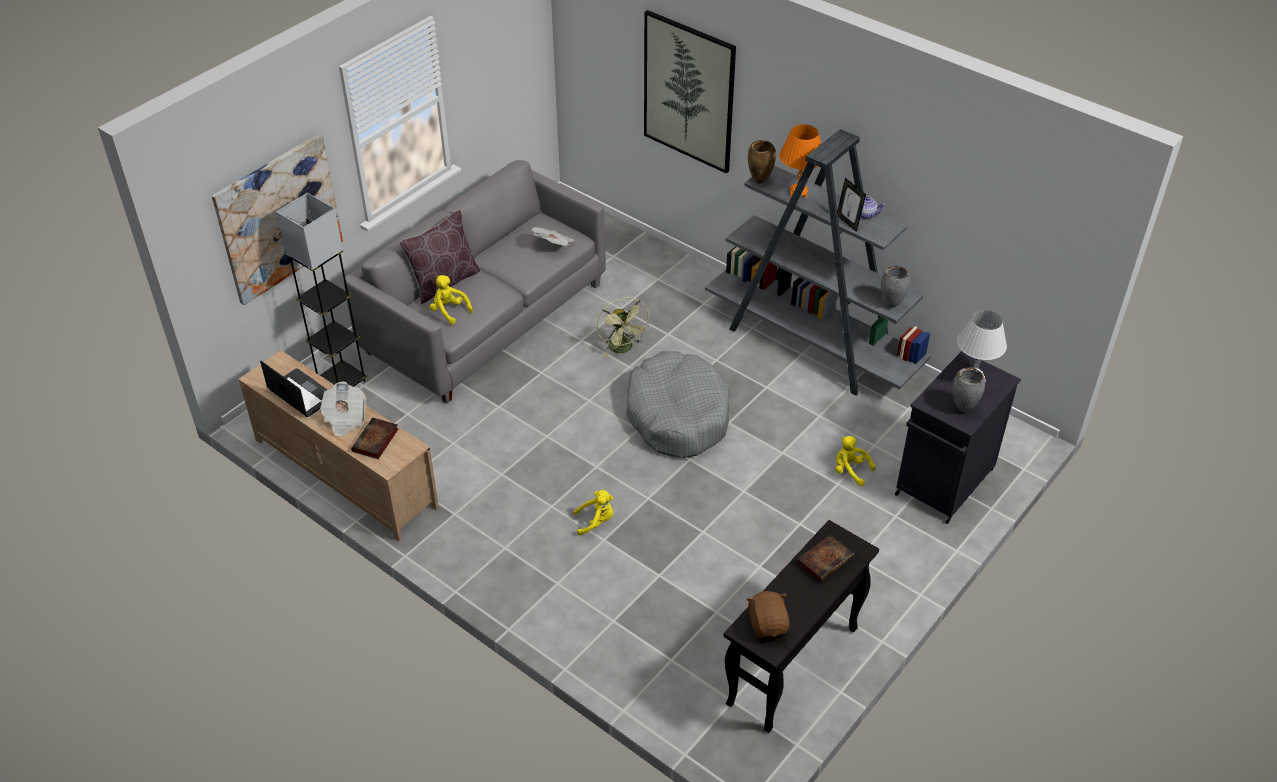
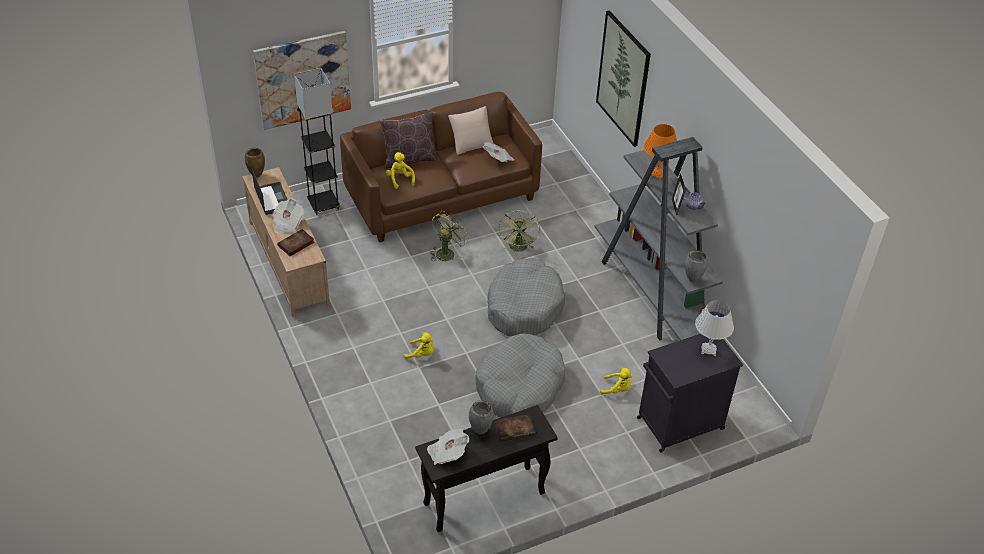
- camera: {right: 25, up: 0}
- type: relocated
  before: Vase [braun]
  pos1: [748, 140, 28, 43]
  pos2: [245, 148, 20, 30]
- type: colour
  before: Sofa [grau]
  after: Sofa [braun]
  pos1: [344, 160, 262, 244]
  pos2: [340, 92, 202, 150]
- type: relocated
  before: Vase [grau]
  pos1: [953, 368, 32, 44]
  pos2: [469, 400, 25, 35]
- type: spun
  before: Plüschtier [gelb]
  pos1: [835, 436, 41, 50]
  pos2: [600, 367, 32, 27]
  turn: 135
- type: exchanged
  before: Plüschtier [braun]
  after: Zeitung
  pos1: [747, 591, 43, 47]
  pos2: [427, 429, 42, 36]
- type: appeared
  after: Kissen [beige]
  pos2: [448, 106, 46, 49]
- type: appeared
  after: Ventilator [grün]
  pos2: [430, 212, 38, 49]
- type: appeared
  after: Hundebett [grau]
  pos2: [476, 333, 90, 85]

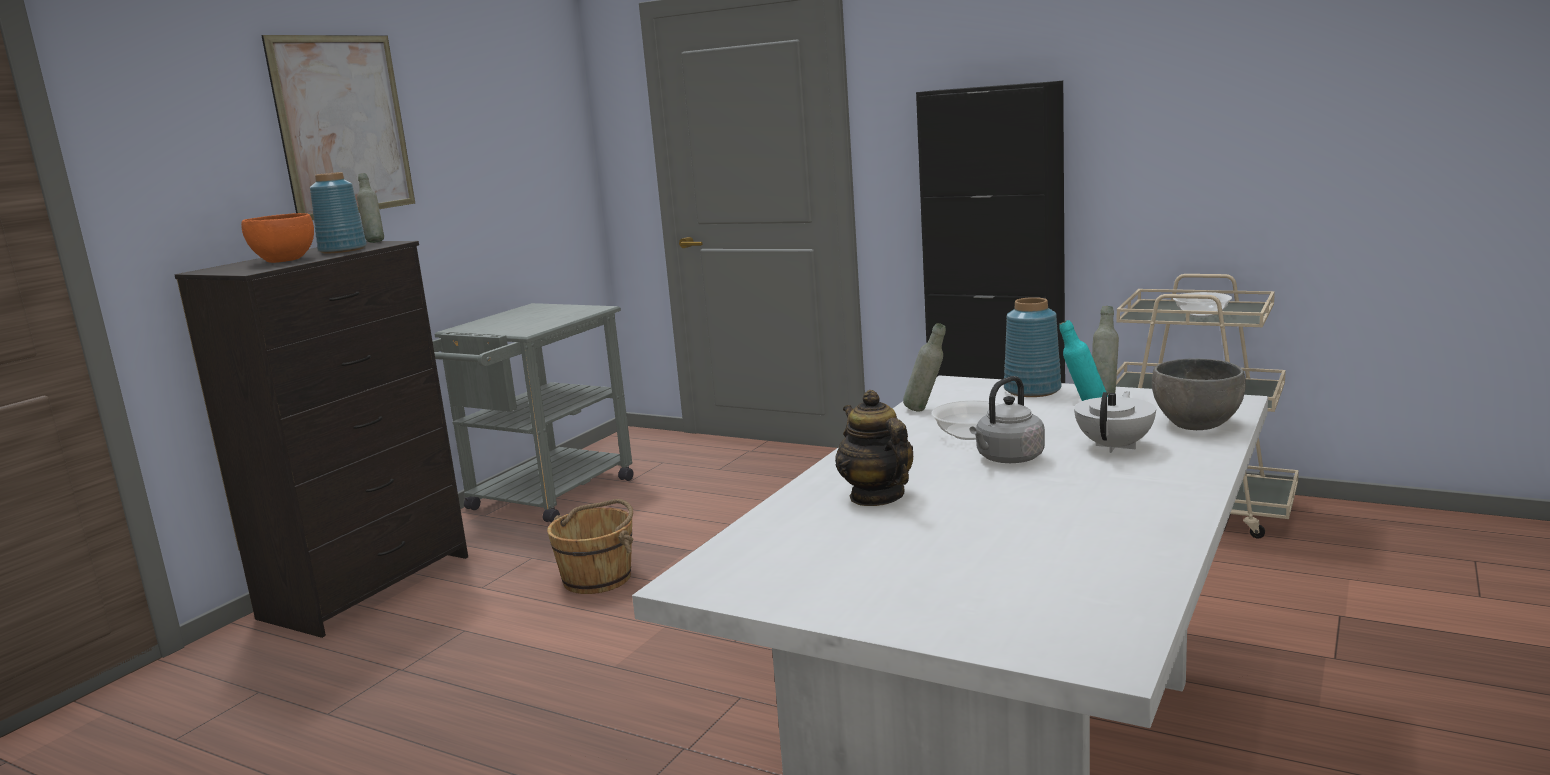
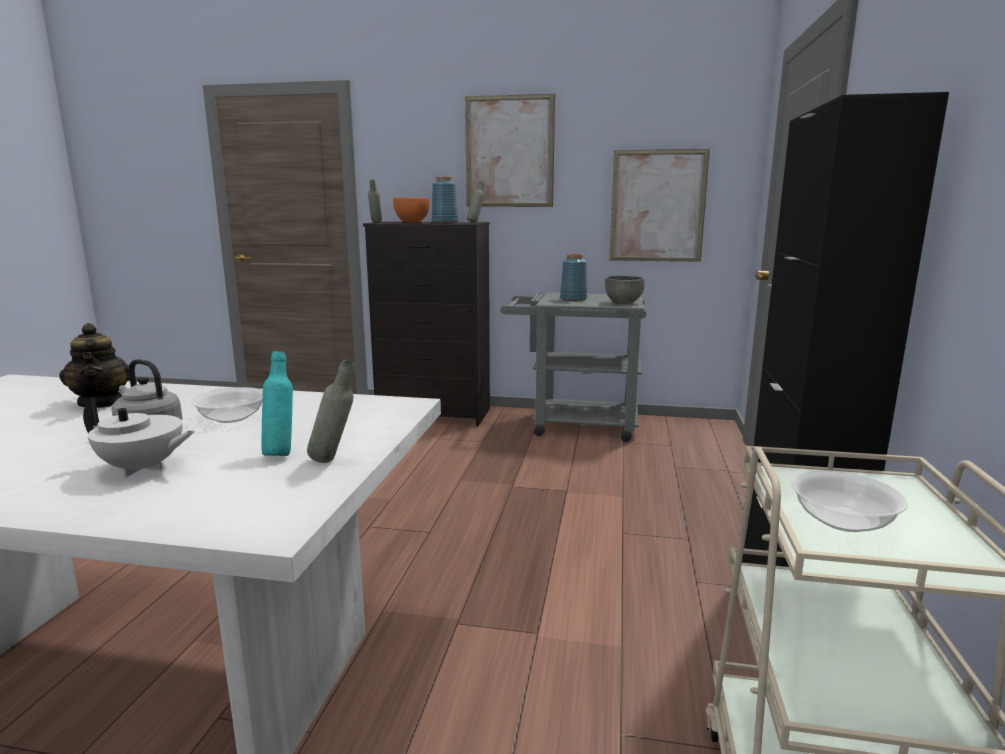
- camera: {right: 70, up: 0}
- type: relocated
  before: Vase [blau]
  pos1: [1004, 297, 57, 100]
  pos2: [560, 254, 27, 47]
- type: relocated
  before: Flasche [grau]
  pos1: [903, 323, 43, 89]
  pos2: [368, 179, 14, 44]
- type: relocated
  before: Schüssel [grau]
  pos1: [1152, 358, 94, 72]
  pos2: [605, 275, 40, 29]
- type: spun
  before: Teekanne
  pos1: [835, 390, 79, 116]
  pos2: [59, 323, 70, 85]
  turn: 105
- type: missing
  before: Eimer [braun]
  pos1: [547, 499, 86, 95]
- type: appeared
  after: Bild
  pos2: [609, 149, 101, 113]

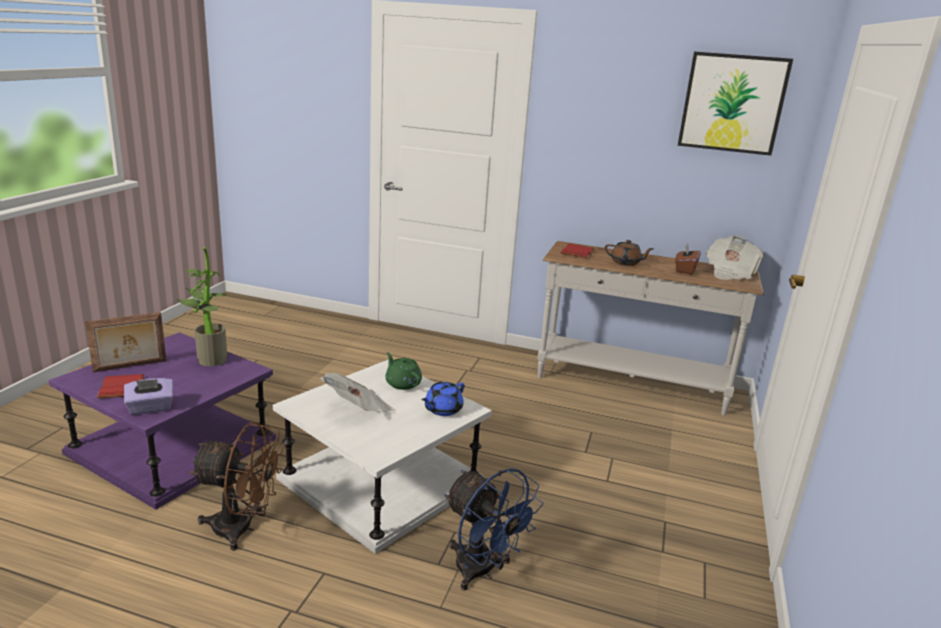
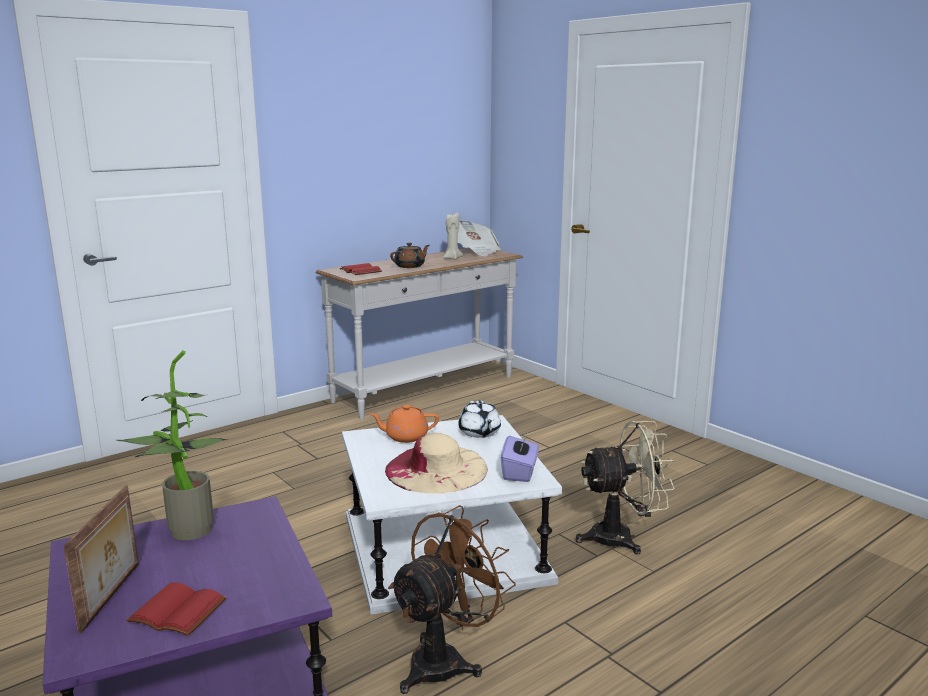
- camera: {right: -55, up: -5}
- type: missing
  before: Bild
  pos1: [678, 52, 115, 104]
- type: exchanged
  before: Taschentuchbox [braun]
  after: Kerze [beige]
  pos1: [675, 244, 26, 31]
  pos2: [443, 213, 20, 47]
- type: colour
  before: Teekanne [grün]
  after: Teekanne [orange]
  pos1: [385, 352, 37, 38]
  pos2: [370, 405, 69, 38]
- type: exchanged
  before: Zeitung
  after: Hut [beige]
  pos1: [320, 373, 75, 40]
  pos2: [385, 433, 103, 61]
- type: relocated
  before: Taschentuchbox [lila]
  pos1: [124, 378, 49, 37]
  pos2: [501, 431, 38, 51]
- type: colour
  before: Teekanne [blau]
  after: Teekanne [weiß]
  pos1: [421, 382, 44, 34]
  pos2: [458, 400, 43, 38]
- type: colour
  before: Ventilator [blau]
  after: Ventilator [beige]
  pos1: [445, 468, 99, 123]
  pos2: [576, 421, 99, 134]

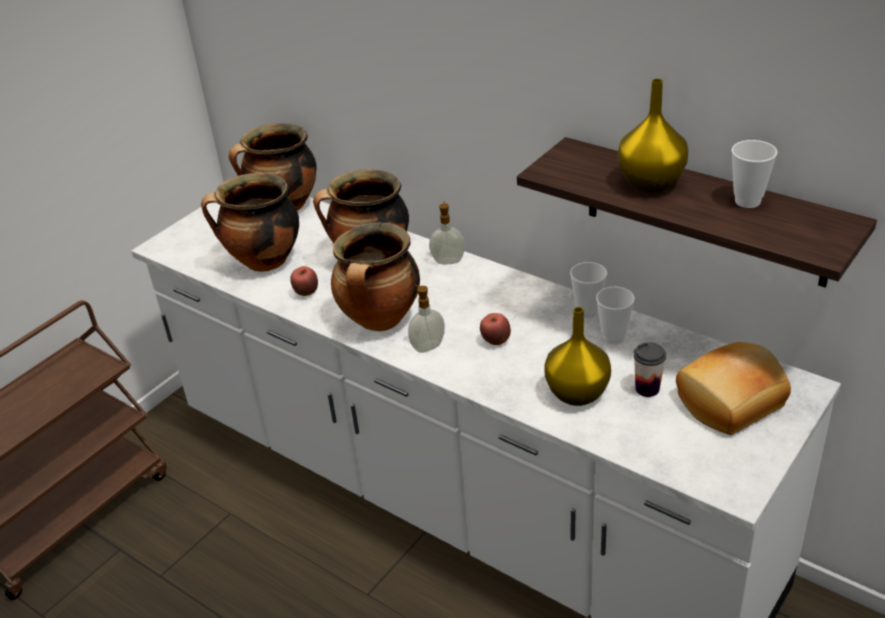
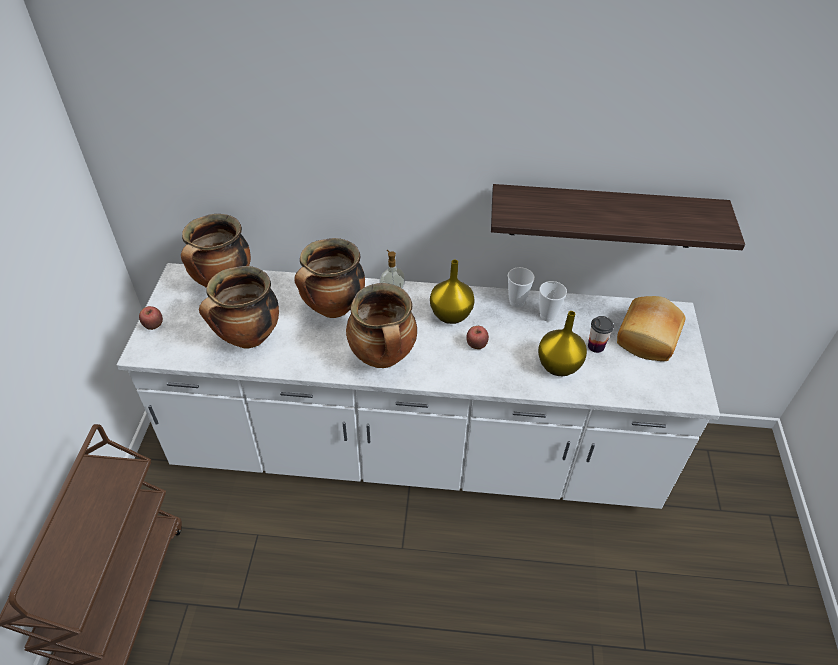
- camera: {right: -35, up: 10}
- type: relocated
  before: Vase [gelb]
  pos1: [618, 79, 70, 114]
  pos2: [430, 260, 45, 64]
- type: missing
  before: Tasse
  pos1: [731, 140, 46, 68]
- type: relocated
  before: Apfel
  pos1: [290, 266, 28, 30]
  pos2: [139, 306, 24, 24]
- type: missing
  before: Seifenspender
  pos1: [408, 285, 37, 68]

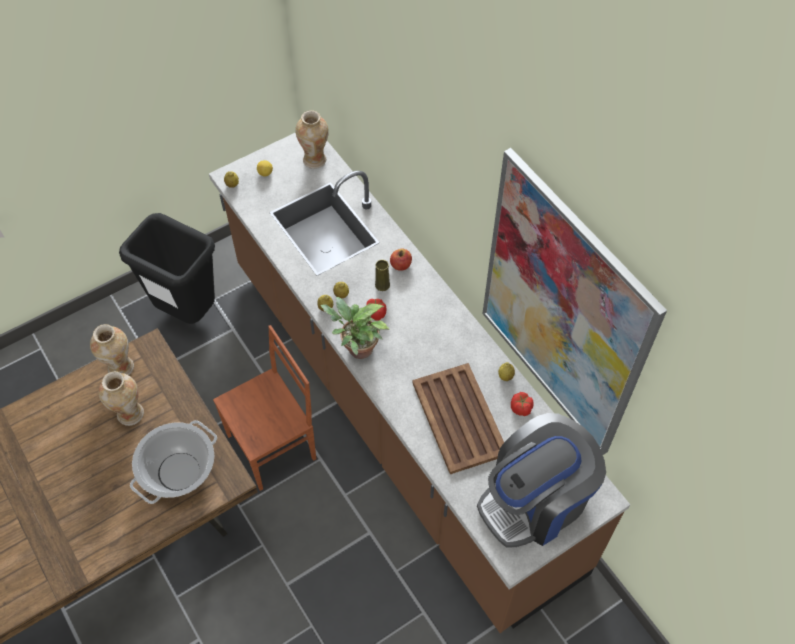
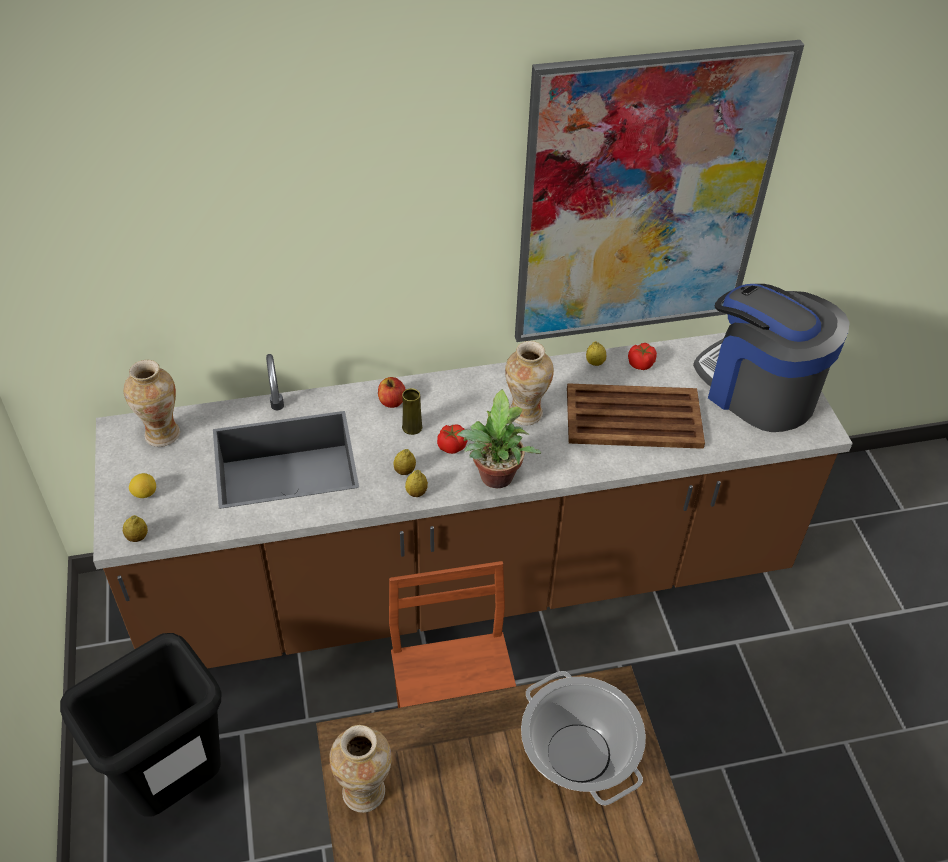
- camera: {right: -70, up: -10}
- type: relocated
  before: Vase
  pos1: [99, 371, 45, 55]
  pos2: [505, 341, 49, 84]
- type: spun
  before: Kaffeemaschine
  pos1: [477, 413, 129, 135]
  pos2: [693, 284, 157, 148]
  turn: 150

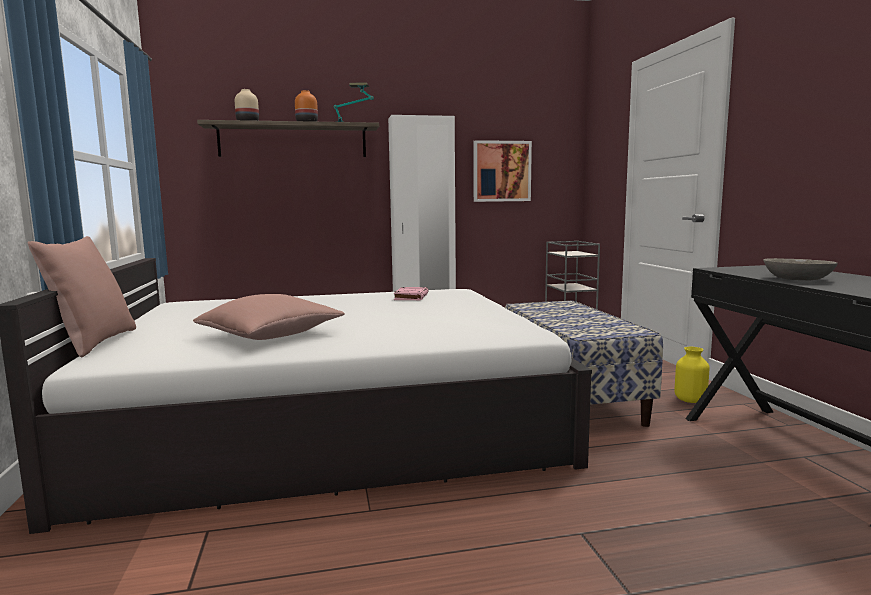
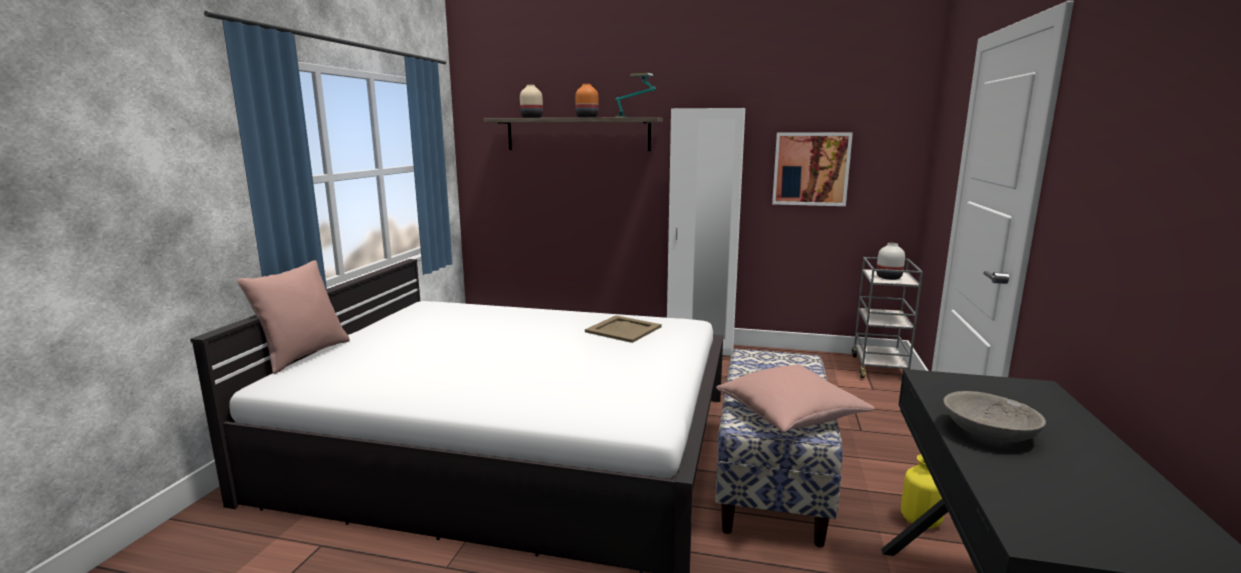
- camera: {right: 25, up: 5}
- type: exchanged
  before: Buch [rosa]
  after: Tablett [beige]
  pos1: [394, 287, 34, 13]
  pos2: [585, 315, 77, 28]
- type: relocated
  before: Kissen [rosa]
  pos1: [193, 294, 152, 46]
  pos2: [716, 365, 159, 67]
- type: appeared
  after: Vase [weiß]
  pos2: [876, 243, 29, 37]

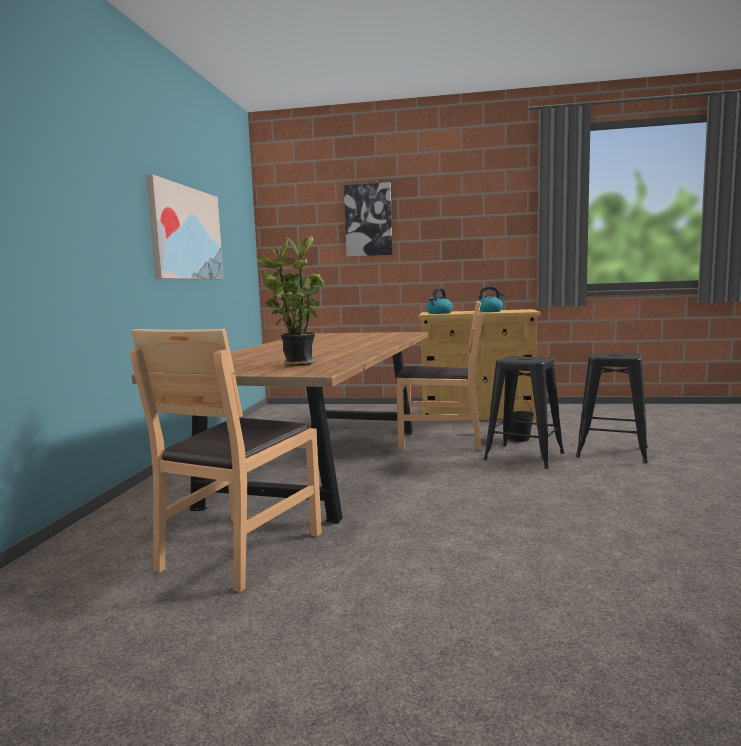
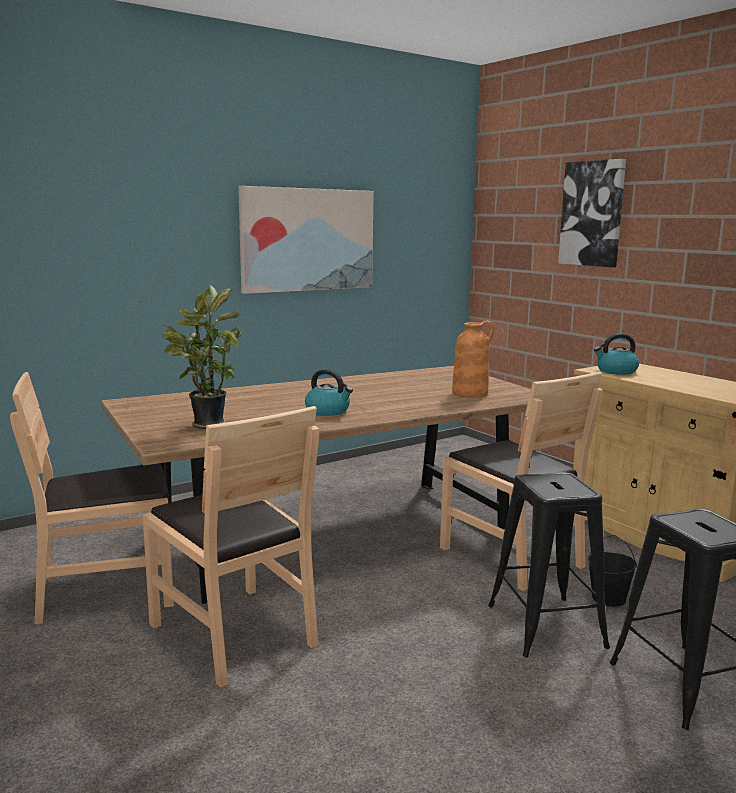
- camera: {right: 45, up: 5}
- type: relocated
  before: Wasserkessel
  pos1: [478, 286, 27, 26]
  pos2: [305, 369, 48, 47]
- type: appeared
  after: Vase [orange]
  pos2: [452, 321, 42, 77]
- type: appeared
  after: Stuhl [braun]
  pos2: [143, 406, 176, 282]

